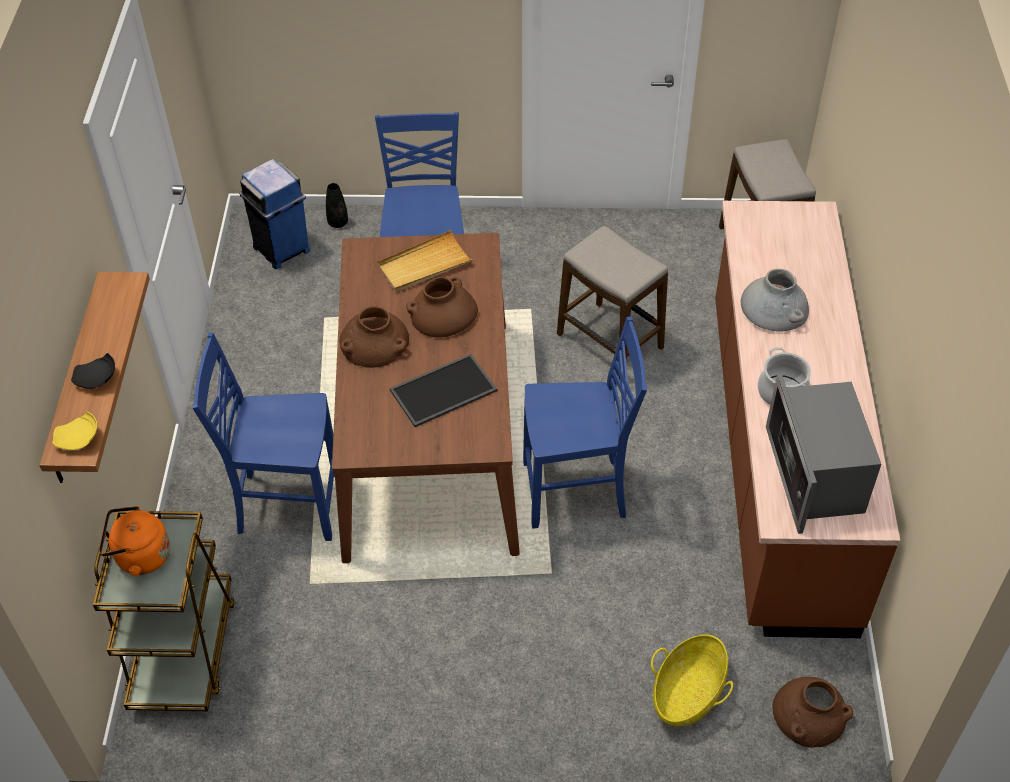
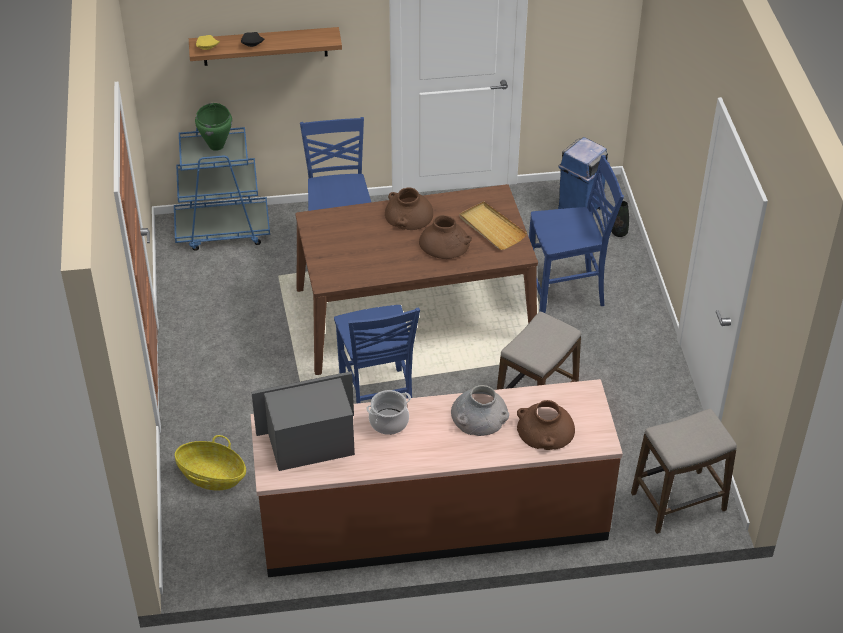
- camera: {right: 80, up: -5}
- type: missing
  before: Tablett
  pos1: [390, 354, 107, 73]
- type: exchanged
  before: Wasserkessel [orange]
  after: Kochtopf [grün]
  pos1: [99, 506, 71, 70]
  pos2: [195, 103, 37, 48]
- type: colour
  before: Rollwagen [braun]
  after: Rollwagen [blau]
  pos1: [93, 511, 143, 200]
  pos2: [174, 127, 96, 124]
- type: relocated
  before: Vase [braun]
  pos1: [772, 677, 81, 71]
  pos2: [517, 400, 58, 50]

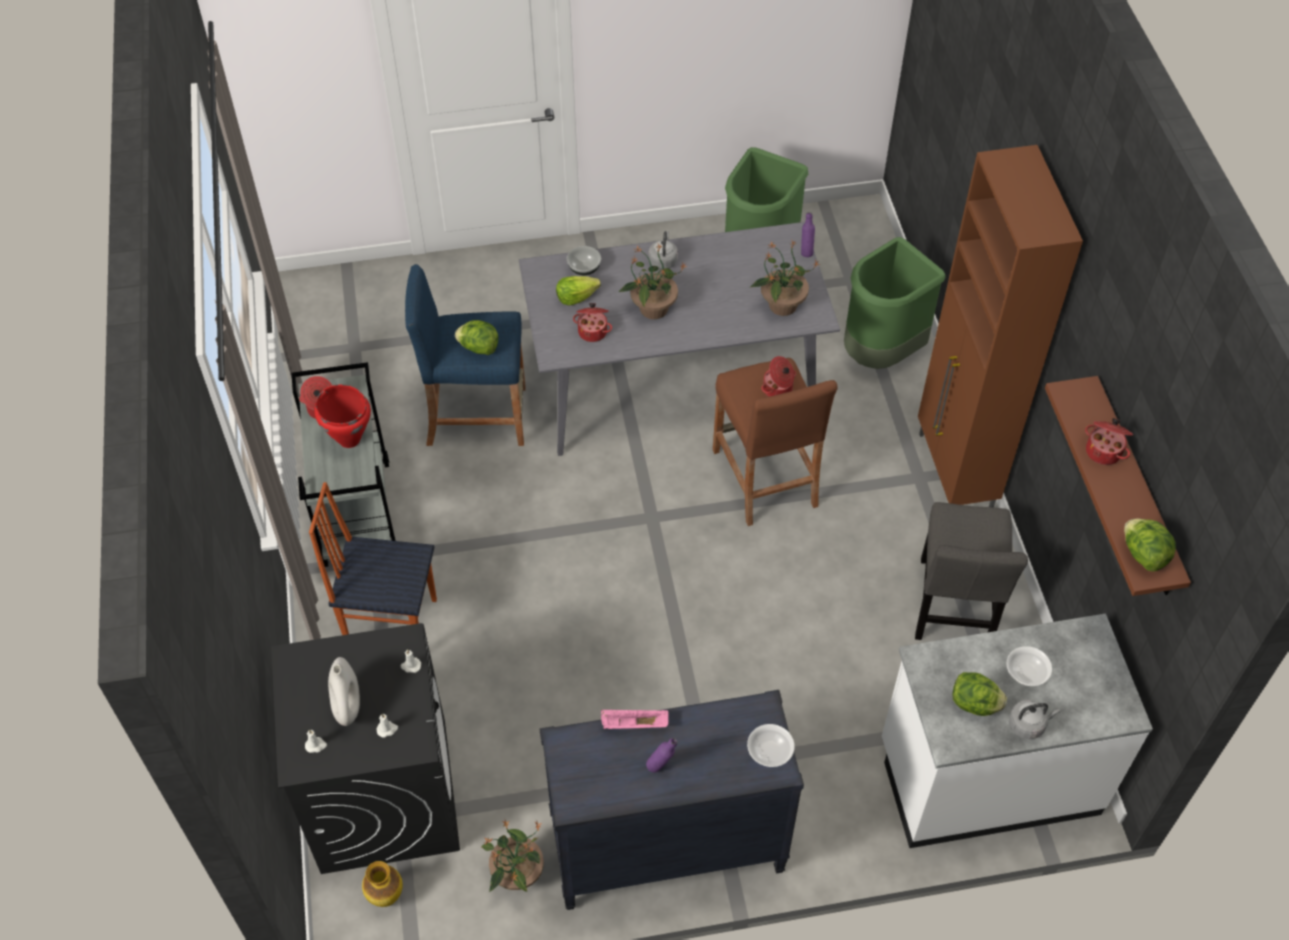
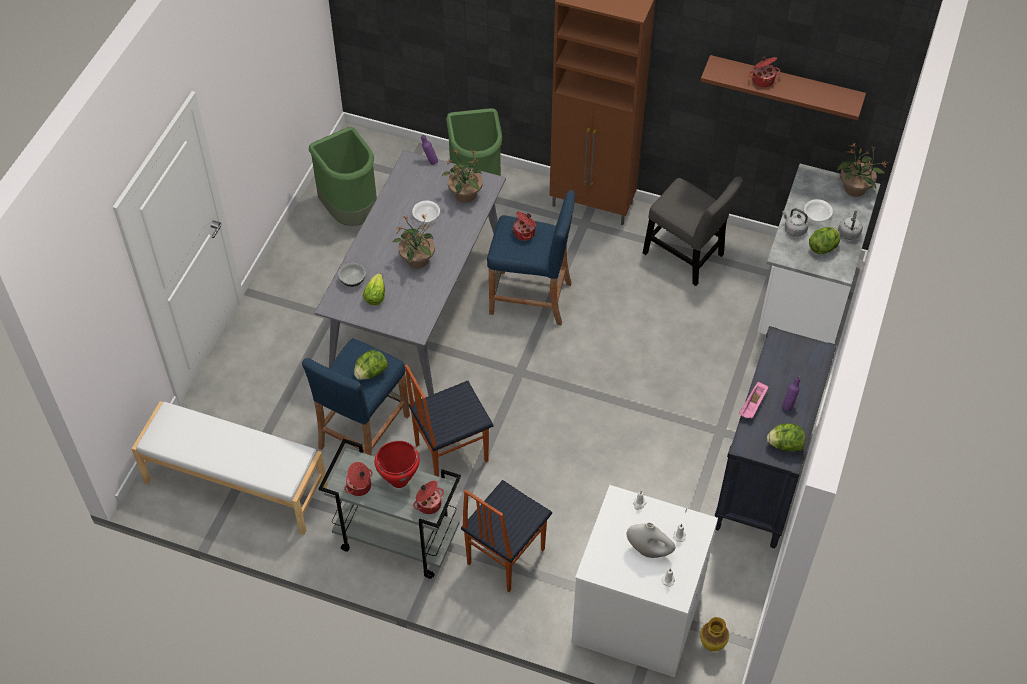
- camera: {right: -60, up: 0}
- type: relocated
  before: Wasserkessel [grau]
  pos1: [649, 231, 29, 38]
  pos2: [782, 208, 27, 29]
- type: relocated
  before: Kochtopf
  pos1: [573, 303, 39, 39]
  pos2: [413, 481, 31, 33]
- type: colour
  before: Hocker [braun]
  after: Hocker [blau]
  pos1: [713, 358, 125, 168]
  pos2: [487, 190, 88, 135]
- type: relocated
  before: Salatkopf
  pos1: [1124, 519, 52, 53]
  pos2: [767, 423, 38, 28]
- type: colour
  before: Waschmaschine [schwarz]
  after: Waschmaschine [weiß]
  pos1: [271, 623, 189, 251]
  pos2: [571, 485, 147, 192]
- type: relocated
  before: Schüssel
  pos1: [747, 724, 48, 43]
  pos2: [412, 201, 28, 22]
- type: relocated
  before: Topfpflanze
  pos1: [481, 818, 63, 74]
  pos2: [837, 142, 50, 55]
- type: appeared
  after: Stuhl
  pos2: [405, 365, 88, 112]
- type: appeared
  after: Bank [weiß]
  pos2: [132, 401, 196, 134]

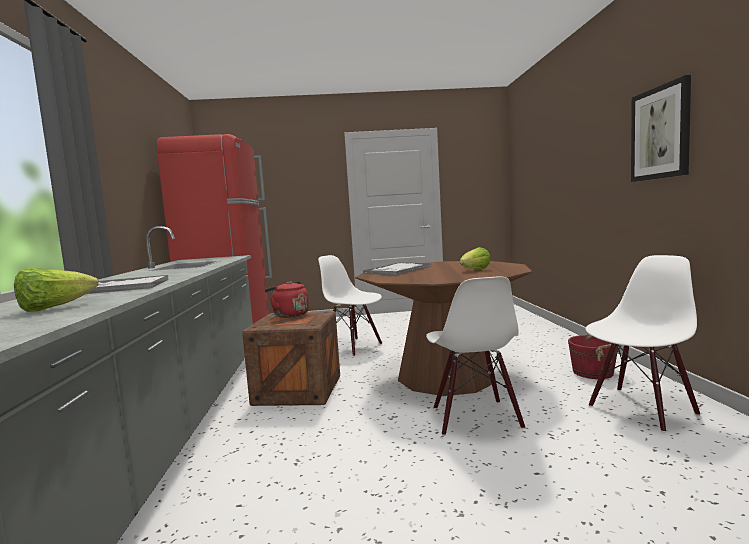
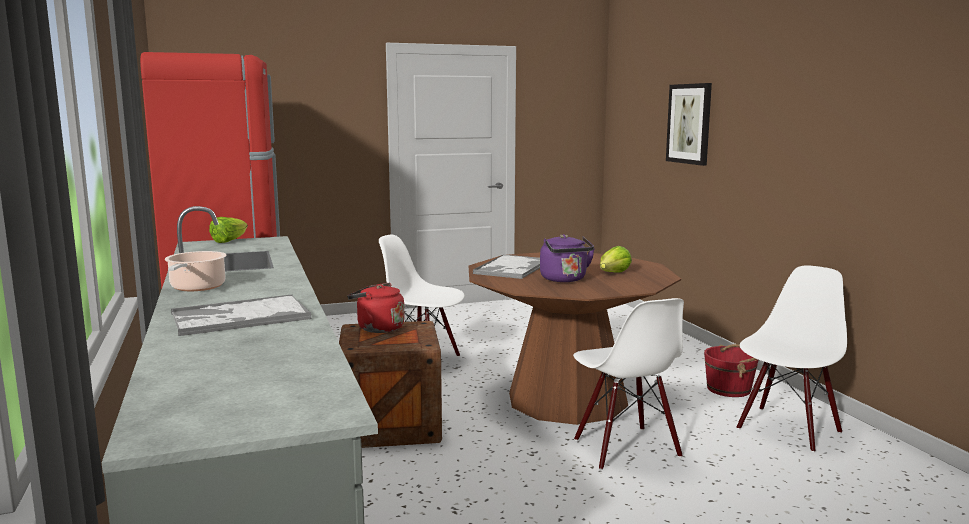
- camera: {right: -15, up: 5}
- type: relocated
  before: Bild
  pos1: [631, 75, 60, 107]
  pos2: [666, 83, 46, 83]
- type: relocated
  before: Salatkopf
  pos1: [14, 268, 85, 44]
  pos2: [209, 217, 39, 26]
- type: appeared
  after: Wasserkessel [lila]
  pos2: [540, 234, 55, 48]
- type: appeared
  after: Kochtopf
  pos2: [165, 251, 62, 40]

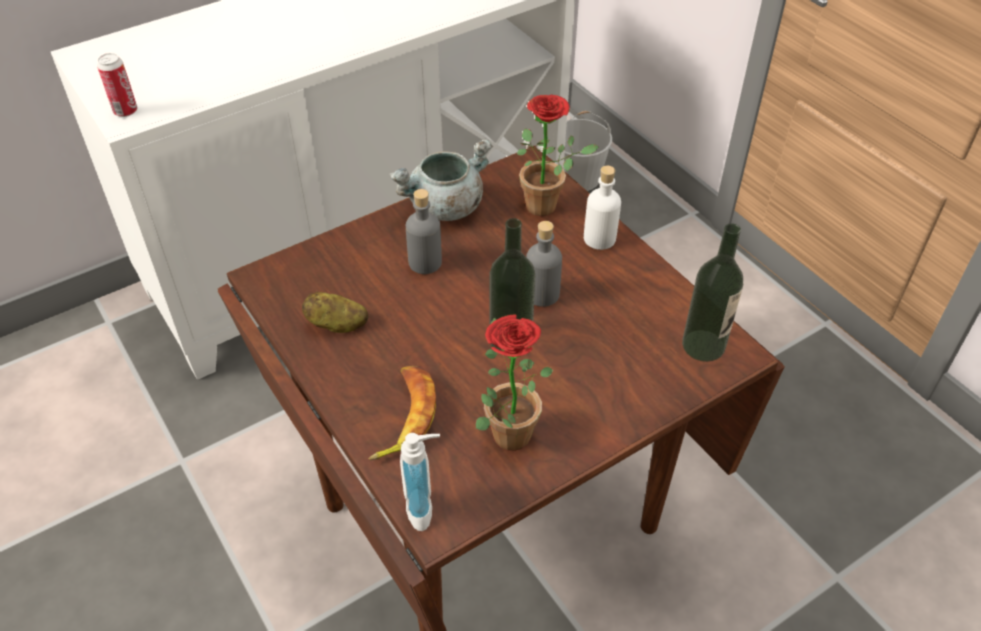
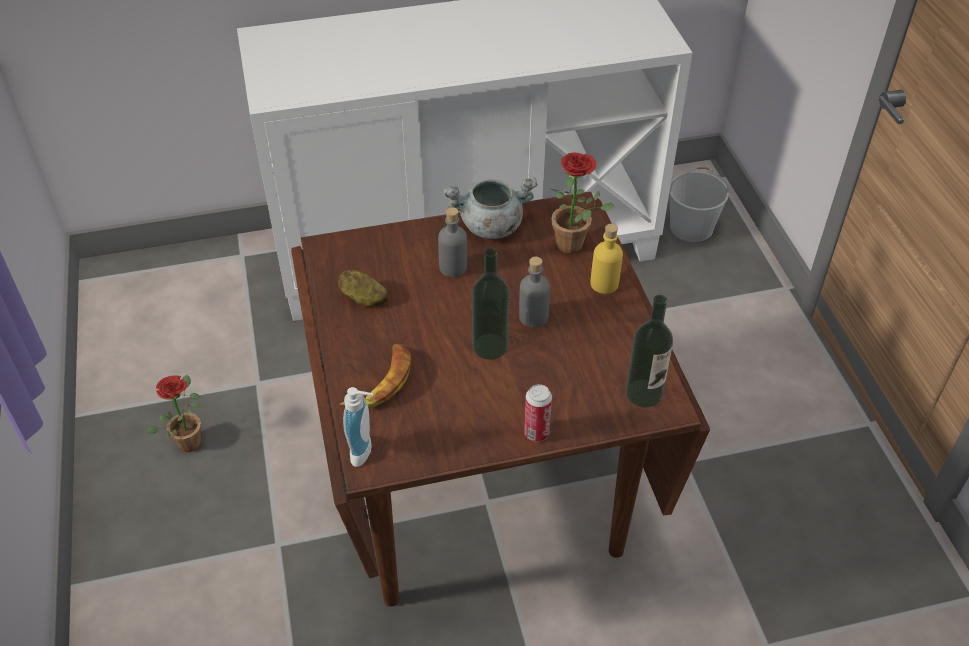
- camera: {right: 20, up: 0}
- type: relocated
  before: Dose
  pos1: [97, 53, 40, 64]
  pos2: [524, 384, 28, 58]
- type: colour
  before: Flasche [weiß]
  after: Flasche [gelb]
  pos1: [584, 166, 37, 84]
  pos2: [590, 224, 33, 70]
- type: relocated
  before: Topfpflanze
  pos1: [476, 315, 77, 136]
  pos2: [146, 375, 55, 77]

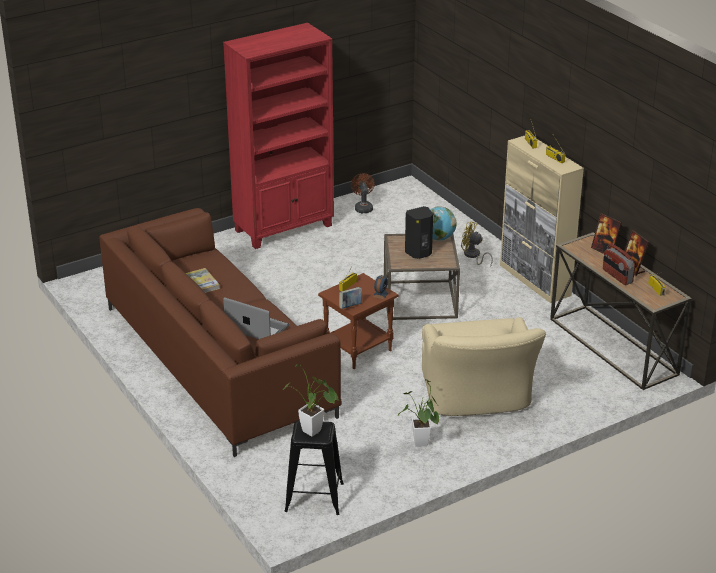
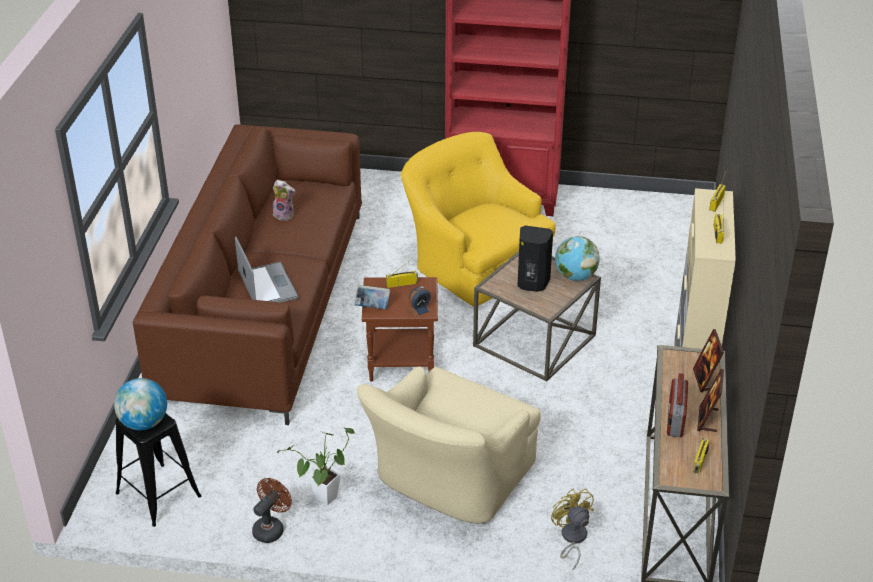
- camera: {right: 40, up: 5}
- type: relocated
  before: Ventilator [braun]
  pos1: [351, 173, 24, 40]
  pos2: [252, 478, 40, 65]
- type: relocated
  before: Ventilator [gelb]
  pos1: [461, 221, 32, 46]
  pos2: [551, 489, 43, 82]
- type: exchanged
  before: Buch
  after: Plüschtier
  pos1: [186, 268, 34, 25]
  pos2: [273, 180, 22, 41]
- type: exchanged
  before: Topfpflanze
  after: Globus
  pos1: [282, 364, 57, 73]
  pos2: [114, 378, 53, 52]
- type: appeared
  after: Sessel [gelb]
  pos2: [401, 132, 154, 175]

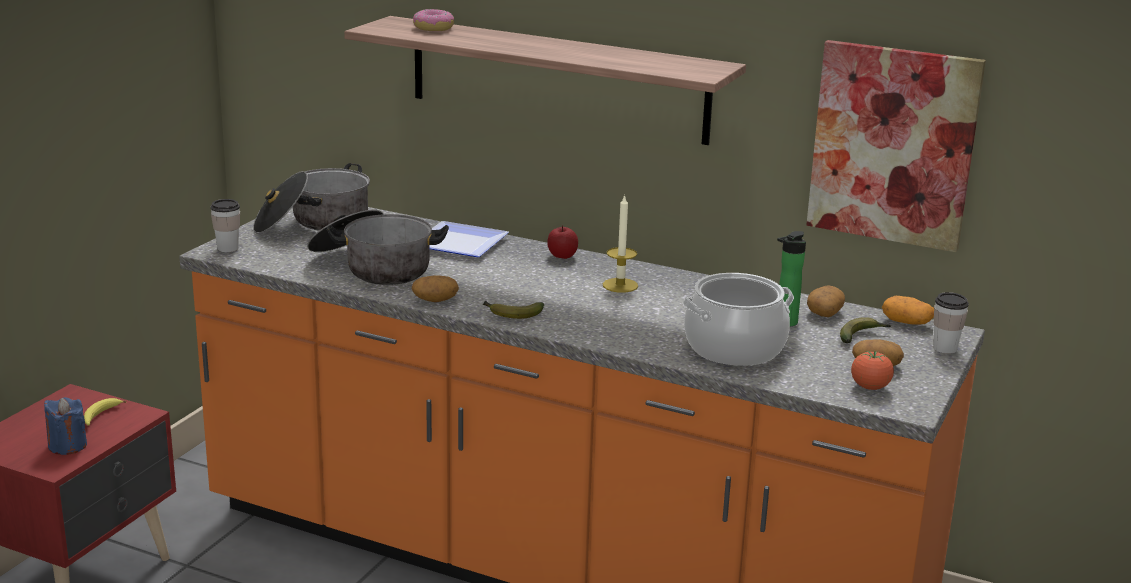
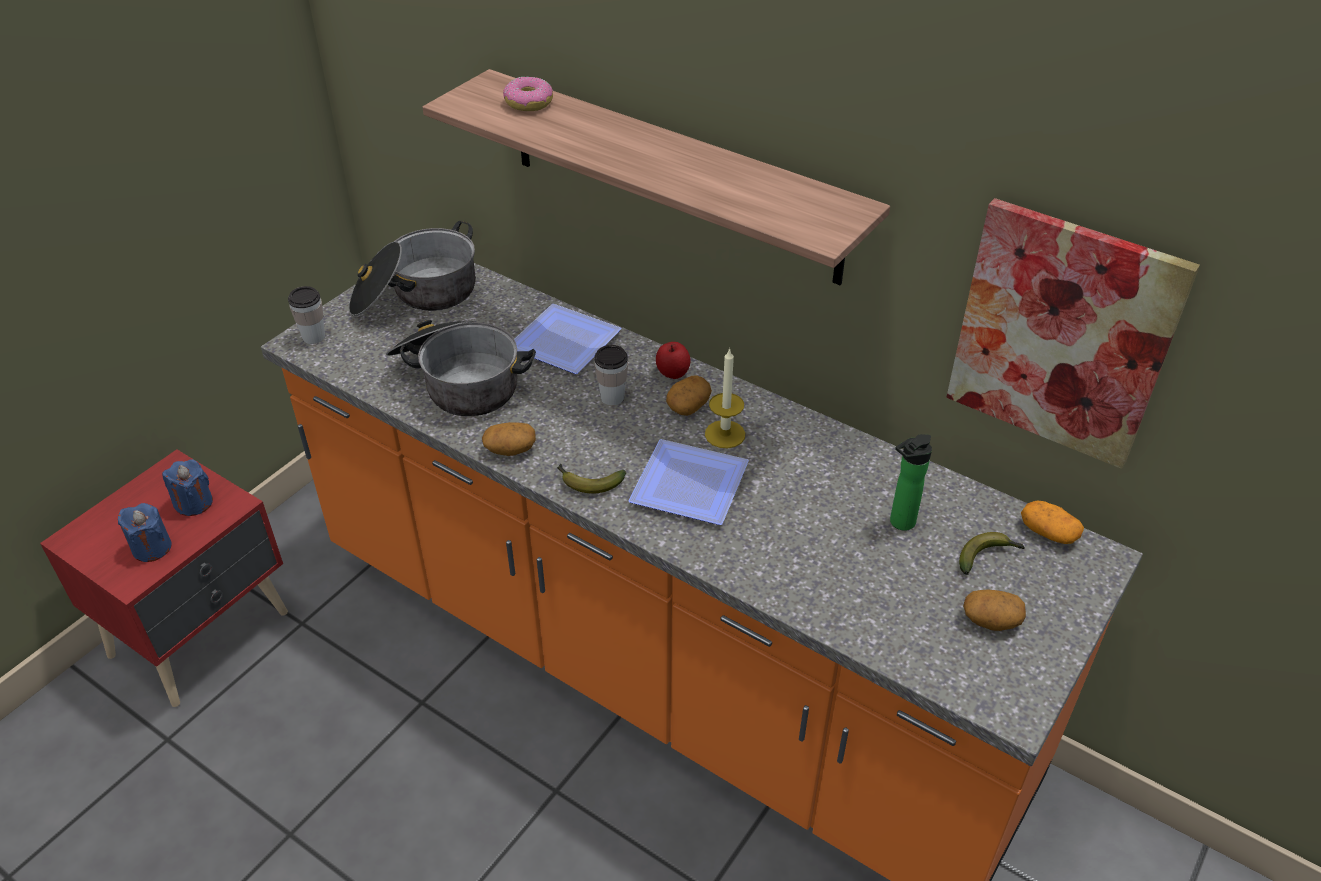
- camera: {right: 10, up: 20}
- type: missing
  before: Kochtopf
  pos1: [682, 273, 112, 93]
- type: relocated
  before: Kartoffel
  pos1: [807, 286, 38, 31]
  pos2: [666, 375, 46, 41]
- type: relocated
  before: Tasse
  pos1: [933, 292, 36, 62]
  pos2: [594, 345, 34, 61]
- type: missing
  before: Tomate
  pos1: [851, 351, 43, 39]
- type: exchanged
  before: Banane
  after: Kerze [blau]
  pos1: [84, 398, 42, 28]
  pos2: [162, 459, 51, 57]
- type: appeared
  after: Teller
  pos2: [629, 439, 120, 86]

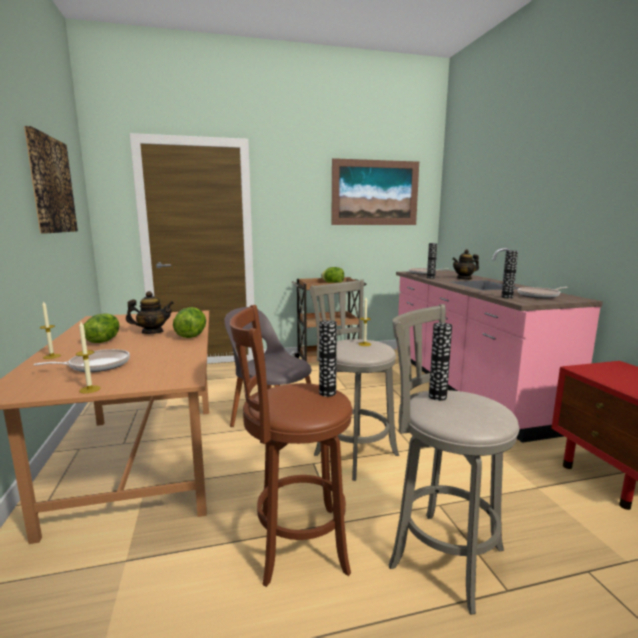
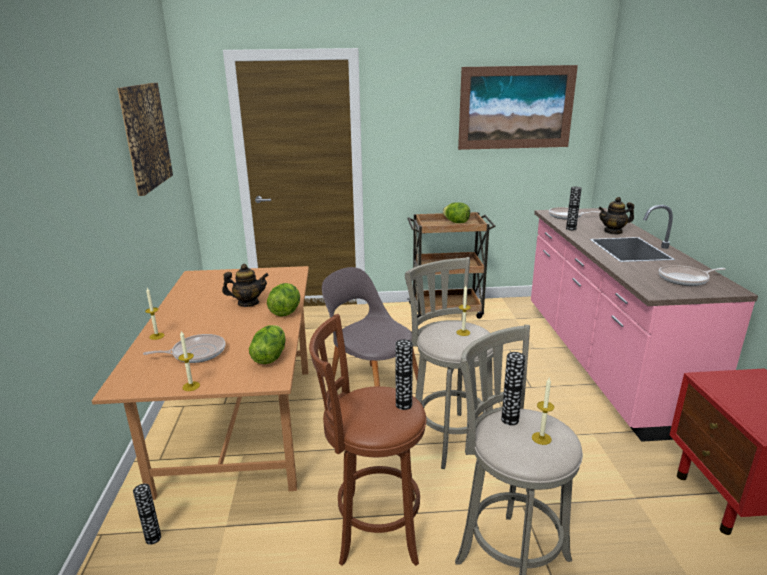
- camera: {right: 10, up: 10}
- type: relocated
  before: Vase
  pos1: [501, 250, 17, 49]
  pos2: [133, 484, 28, 61]
- type: relocated
  before: Salatkopf
  pos1: [84, 313, 36, 30]
  pos2: [249, 325, 37, 39]
- type: appeared
  after: Kerze
  pos2: [532, 378, 22, 67]

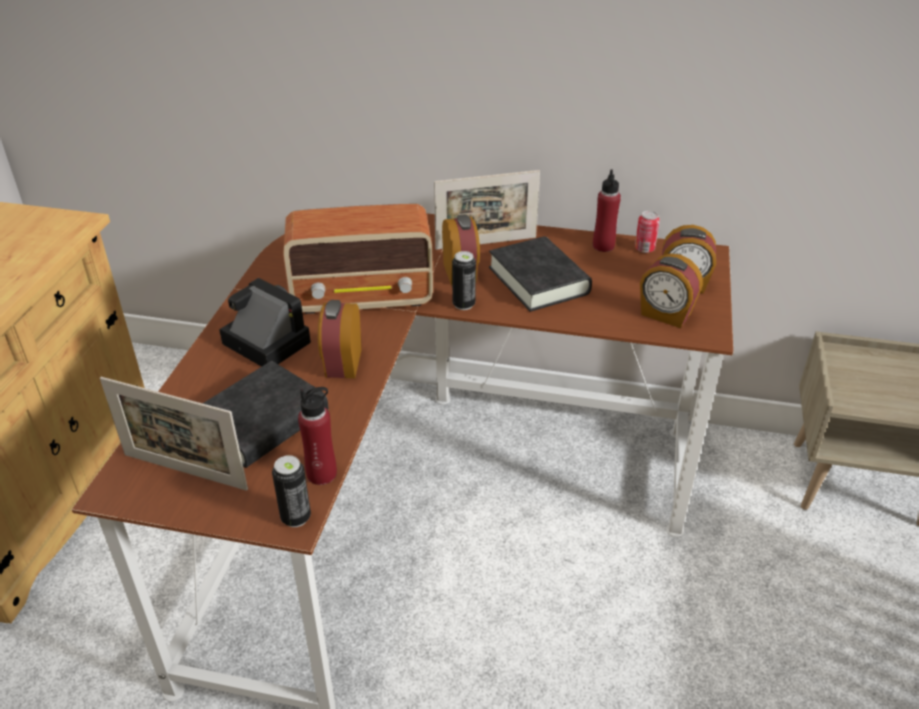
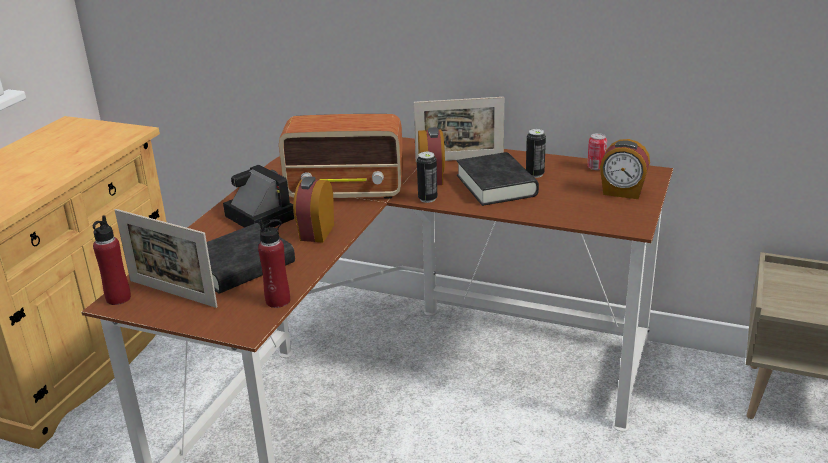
- camera: {right: 10, up: -10}
- type: relocated
  before: Flasche [rot]
  pos1: [593, 170, 28, 82]
  pos2: [93, 215, 38, 90]
- type: missing
  before: Wecker
  pos1: [640, 253, 63, 75]
- type: relocated
  before: Dose
  pos1: [272, 455, 39, 72]
  pos2: [526, 129, 20, 49]

